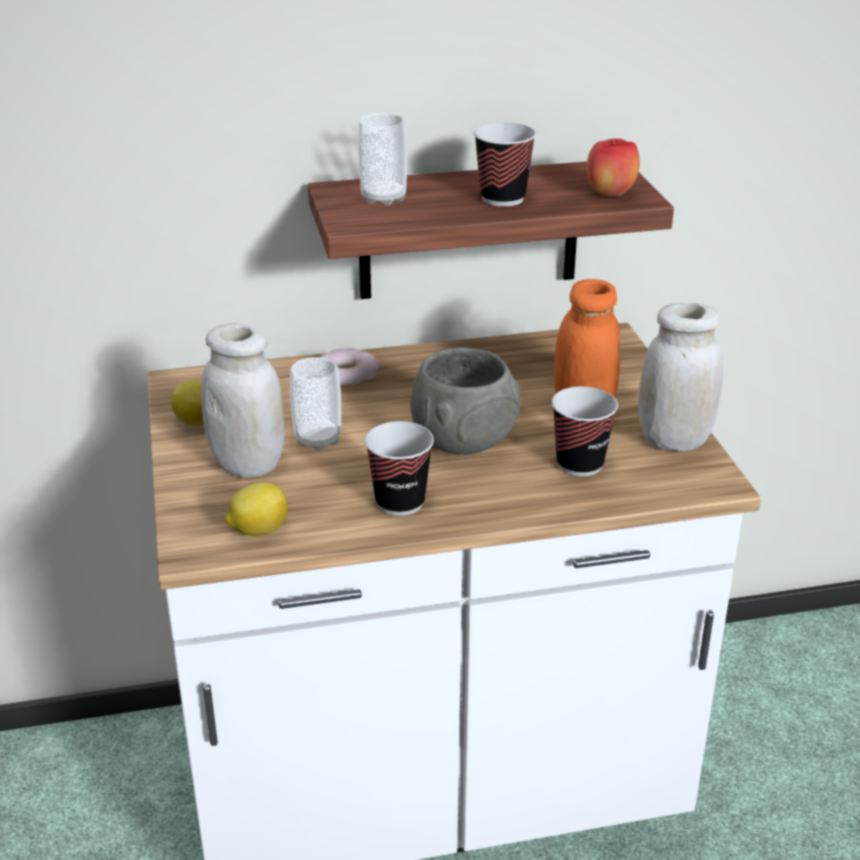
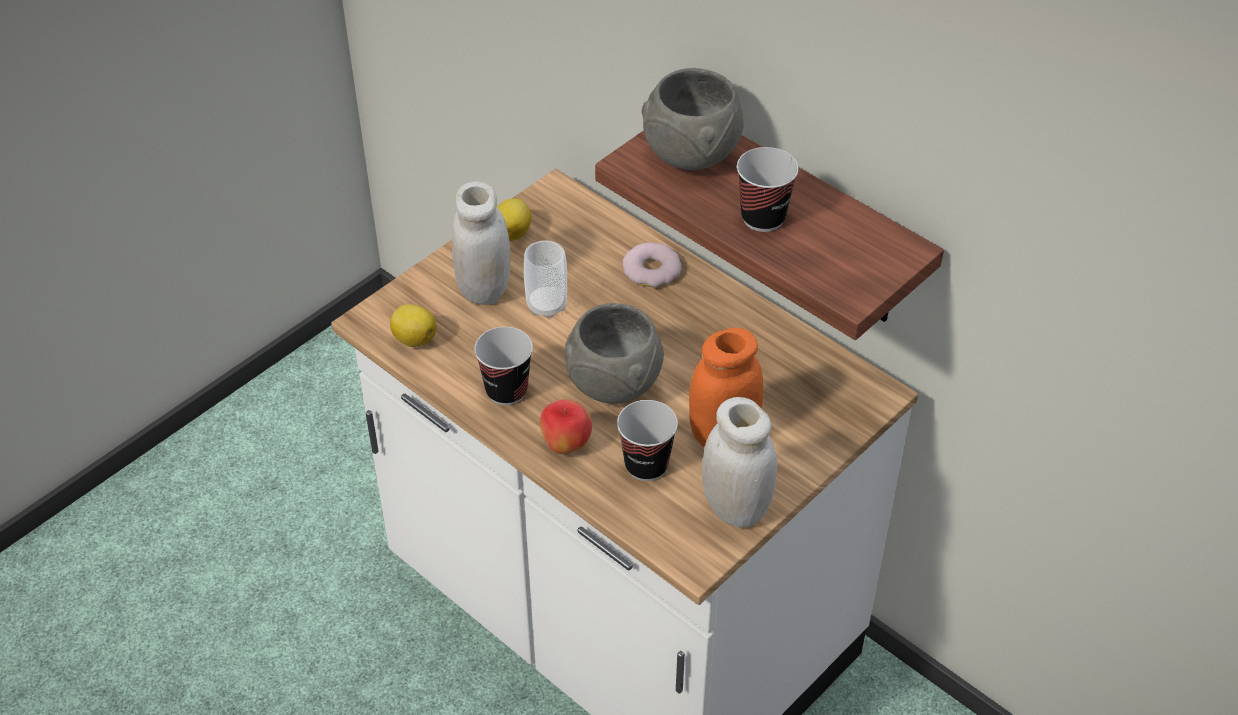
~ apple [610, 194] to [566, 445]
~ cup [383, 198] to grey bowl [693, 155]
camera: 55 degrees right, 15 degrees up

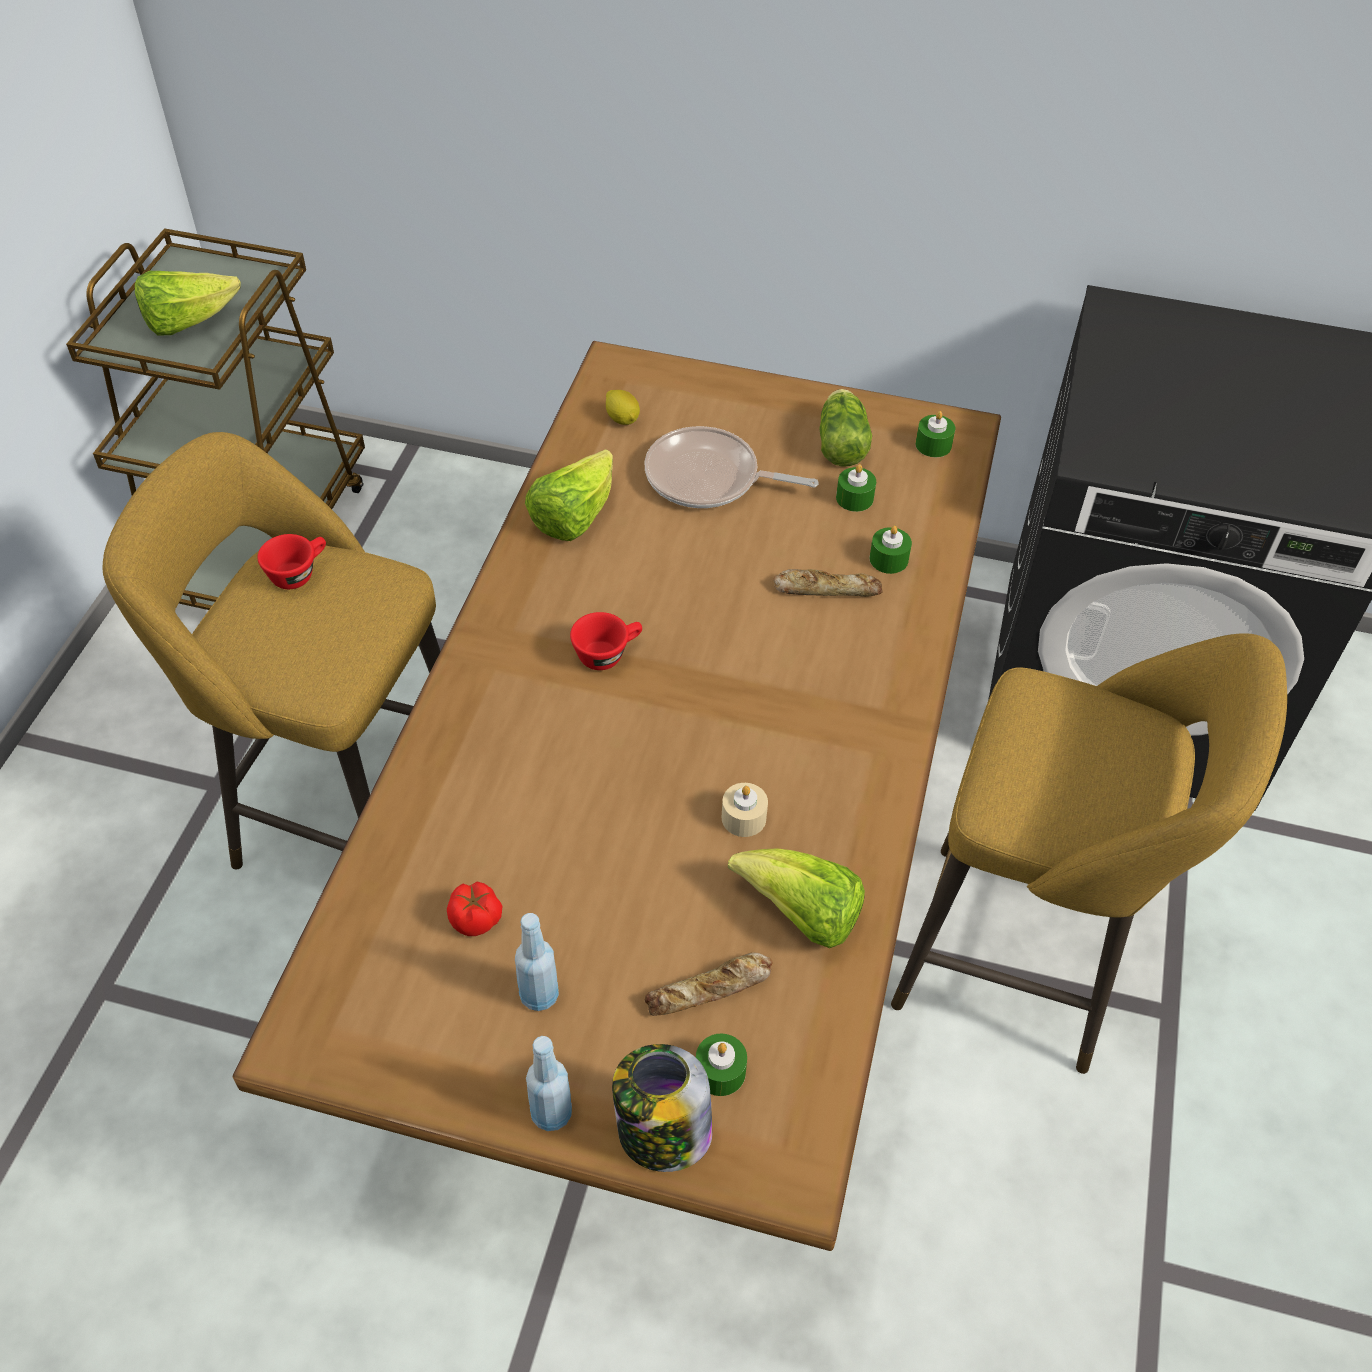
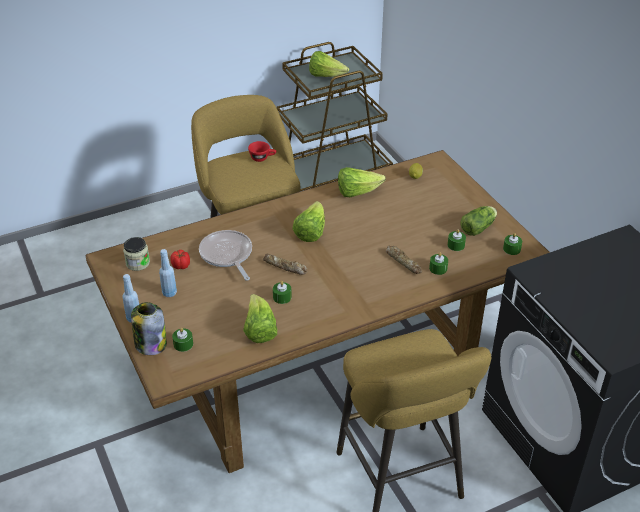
+ jar [138, 263]
~ frying pan [709, 478] to [227, 255]
~ bread [710, 990] to [285, 267]
~ beige candle [743, 818] to green candle [282, 297]
~ red cup [607, 653] to lettuce [310, 232]
camera: 50 degrees right, 10 degrees down

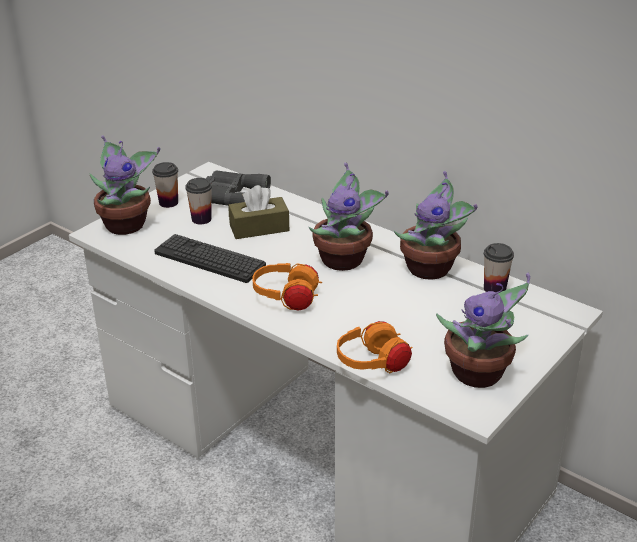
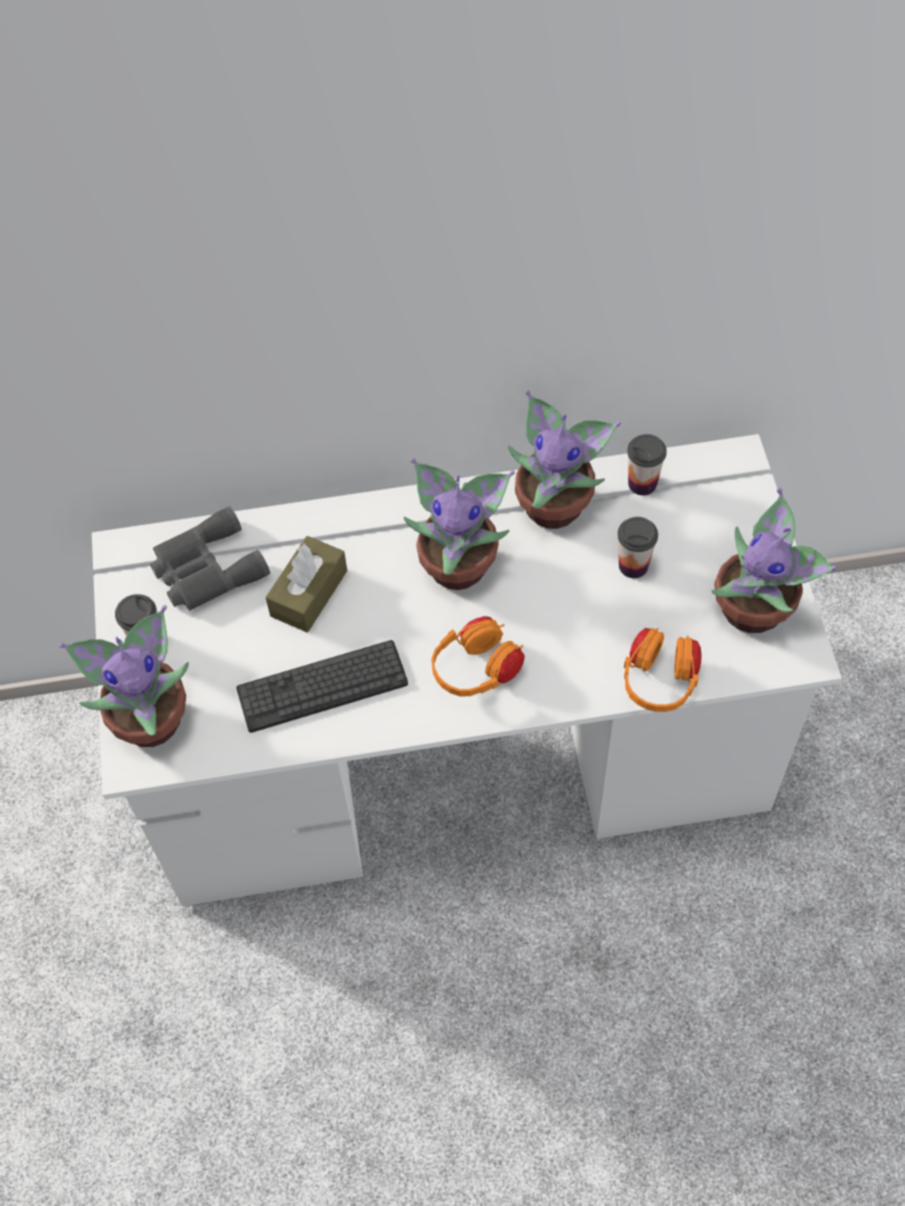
~ cup [201, 219] to [633, 565]
camera: 45 degrees left, 25 degrees up

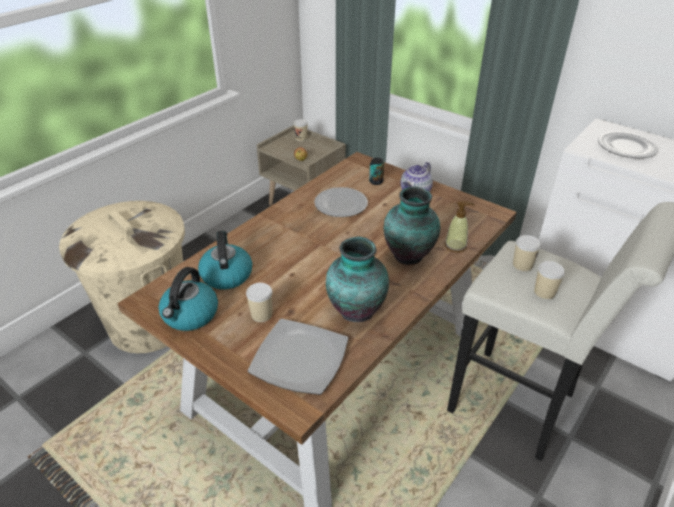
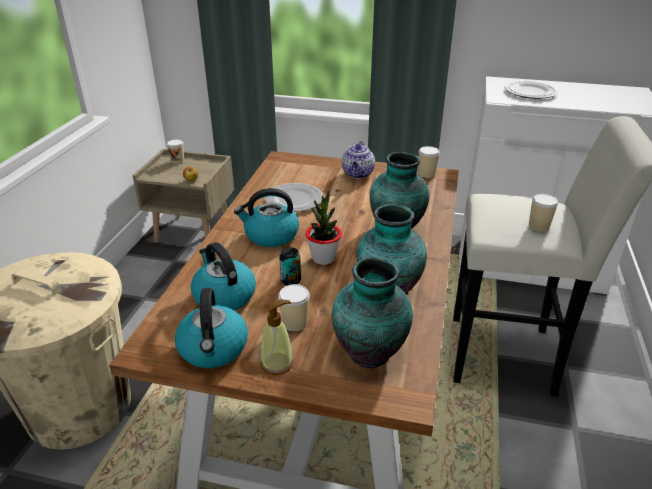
+ kettle [270, 235]
~ soap dispenser [455, 246] to [277, 363]
~ can [376, 181] to [290, 280]
+ potted plant [323, 258]
~ plate [300, 358] to vase [370, 351]
~ cup [522, 265] to [426, 174]
camera: 25 degrees left, 5 degrees down

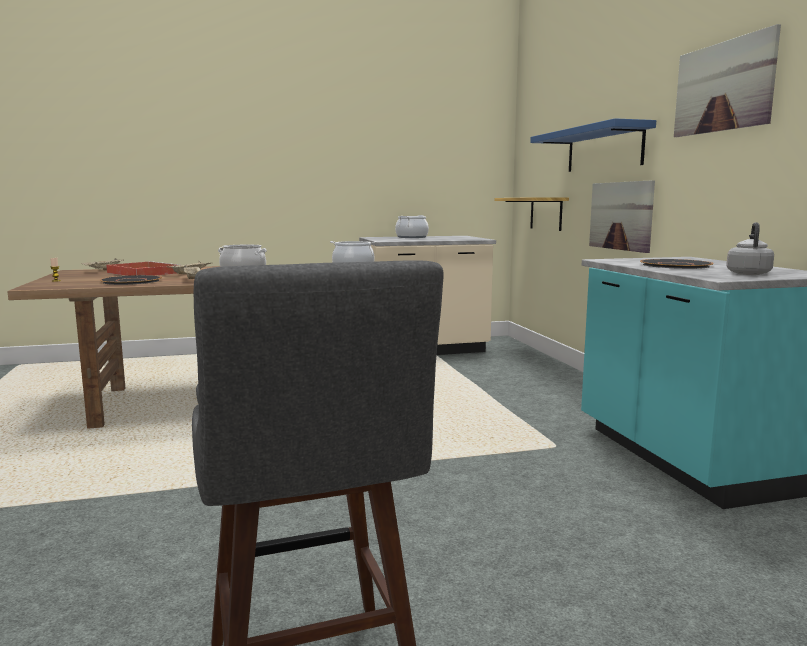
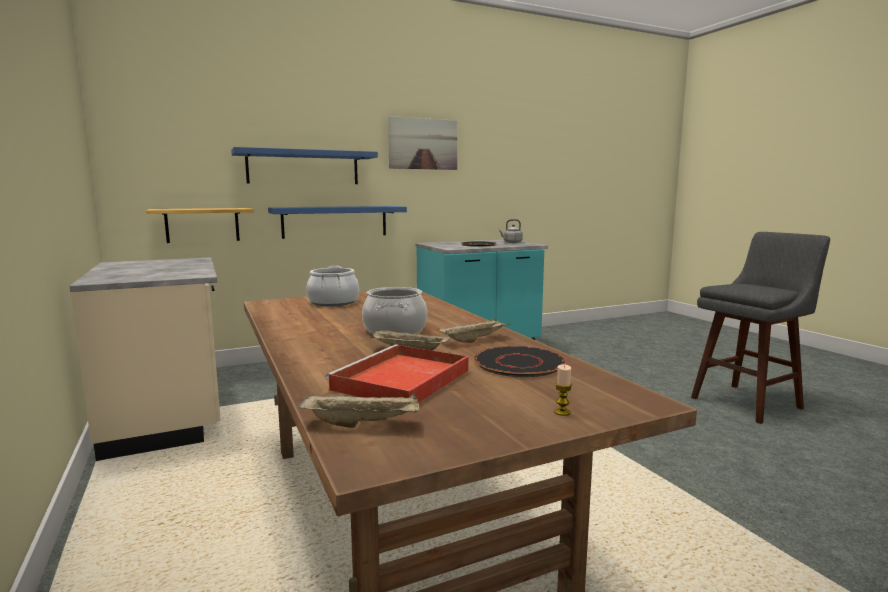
~ picture [620, 215] to blue shelf [335, 221]
- cooking pot [411, 237]
camera: 100 degrees left, 0 degrees up

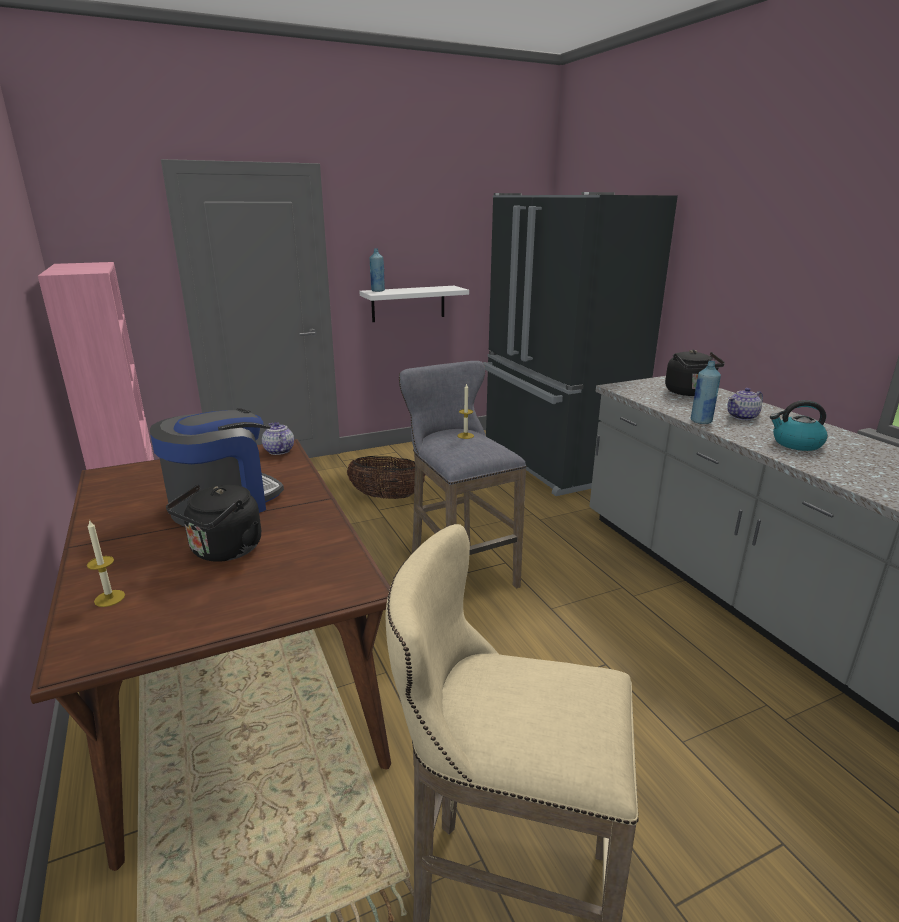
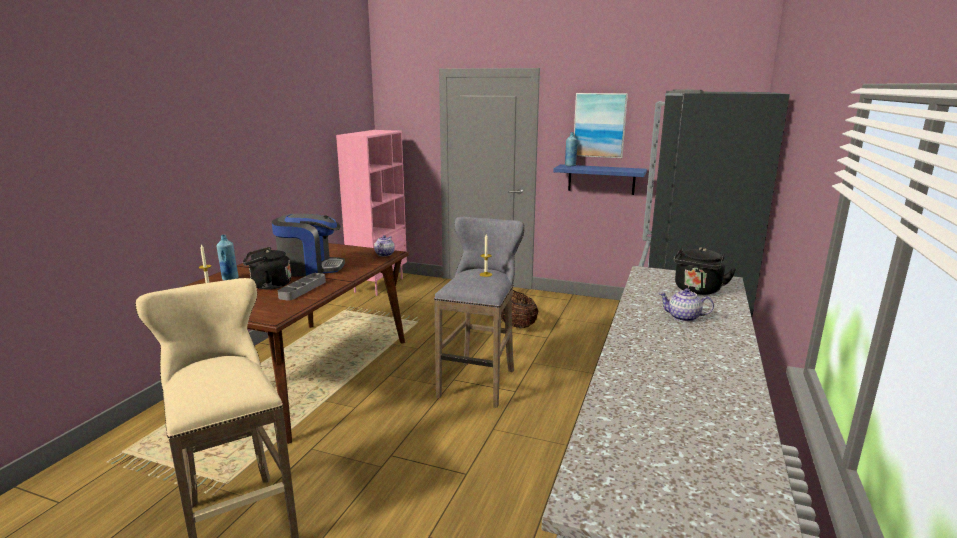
~ blue bottle [701, 421] to [230, 279]
+ grey tray [303, 289]
~ white shelf [408, 303] to blue shelf [601, 179]
+ picture [599, 125]
- kettle [796, 444]
camera: 45 degrees right, 5 degrees down

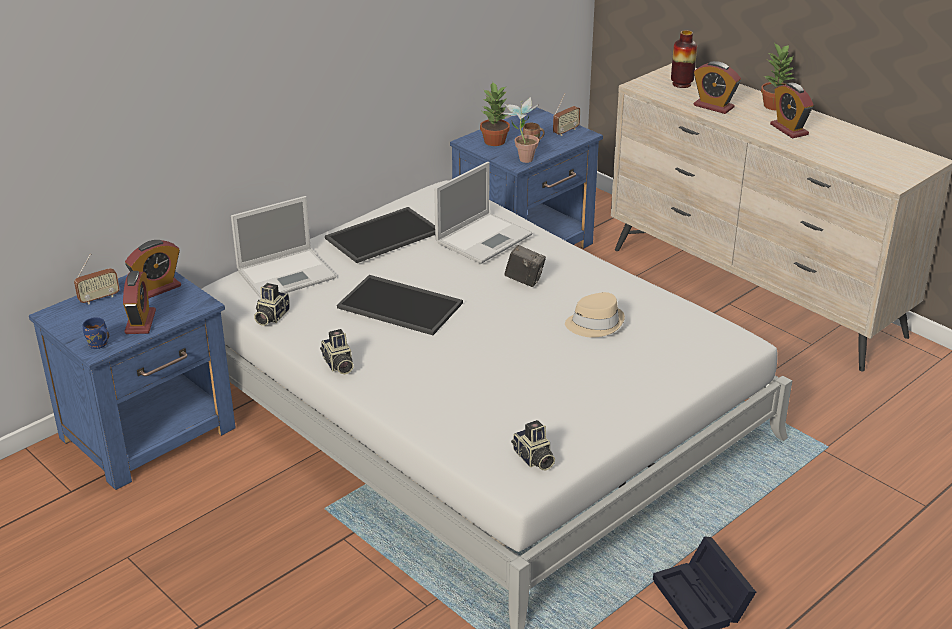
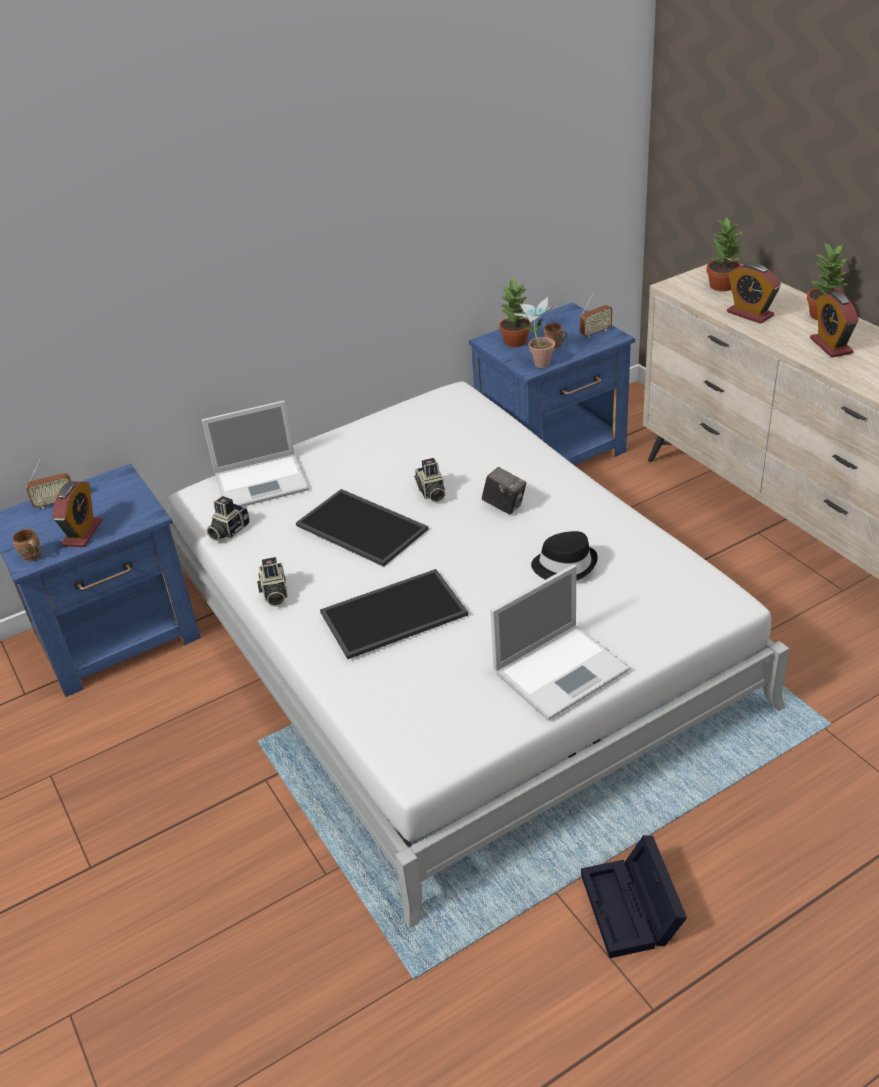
~ blue mug [98, 345] to brown mug [32, 557]
~ tray [383, 234] to [394, 612]
~ photo camera [533, 459] to [431, 493]
~ laptop [484, 238] to [562, 670]
~ beige hat [595, 324] to black hat [565, 565]
~ vase [681, 84] to potted plant [721, 285]
- alarm clock [157, 288]
camera: 15 degrees right, 5 degrees up

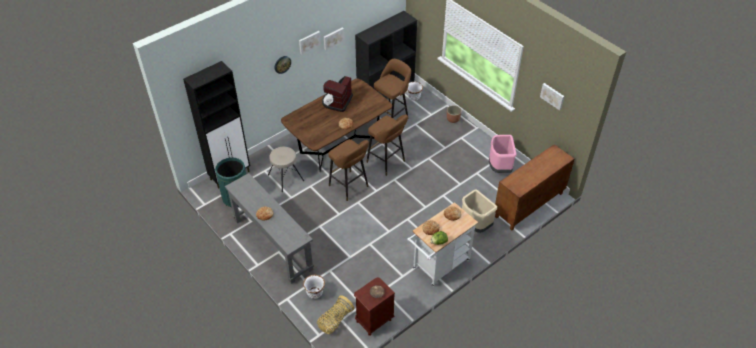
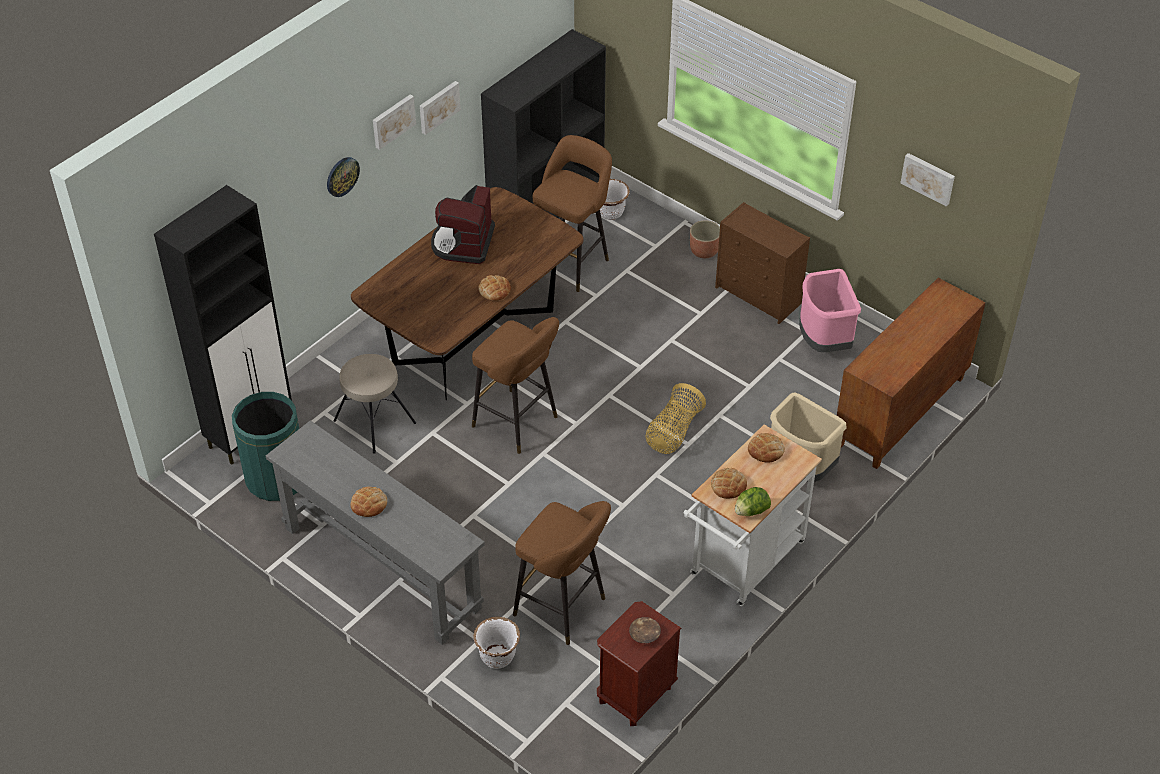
~ brown stool [387, 162] to [564, 609]
~ basket [335, 321] to [673, 432]
+ brown dresser [759, 296]
camera: 10 degrees left, 0 degrees up

